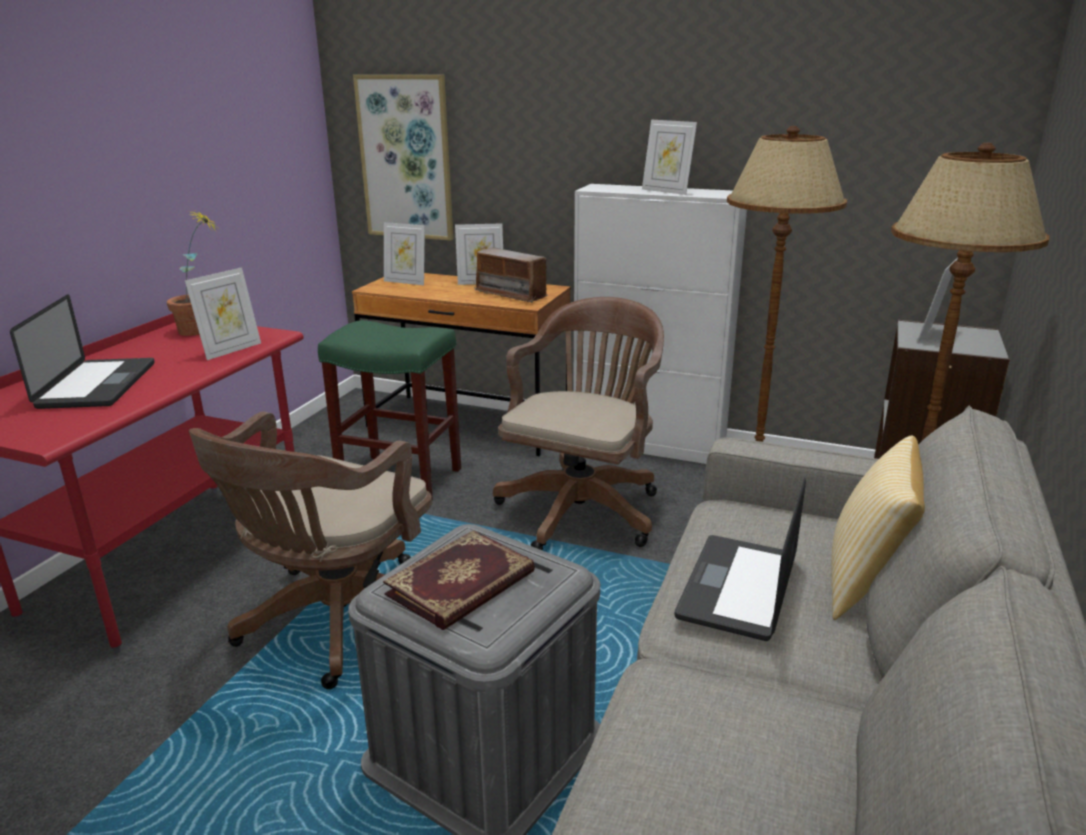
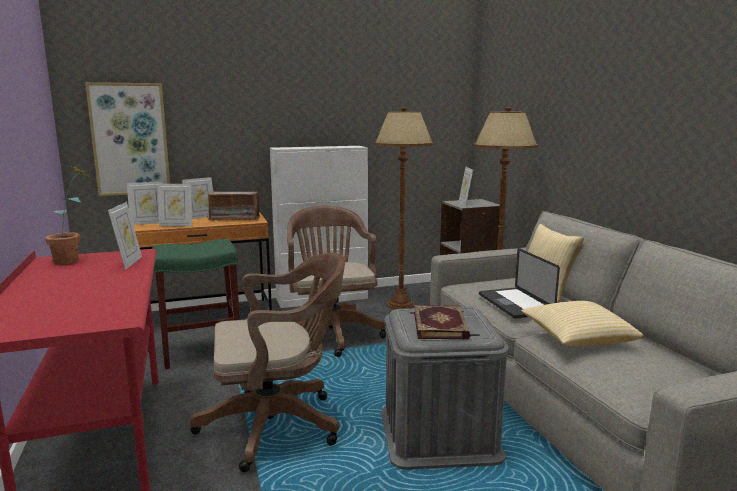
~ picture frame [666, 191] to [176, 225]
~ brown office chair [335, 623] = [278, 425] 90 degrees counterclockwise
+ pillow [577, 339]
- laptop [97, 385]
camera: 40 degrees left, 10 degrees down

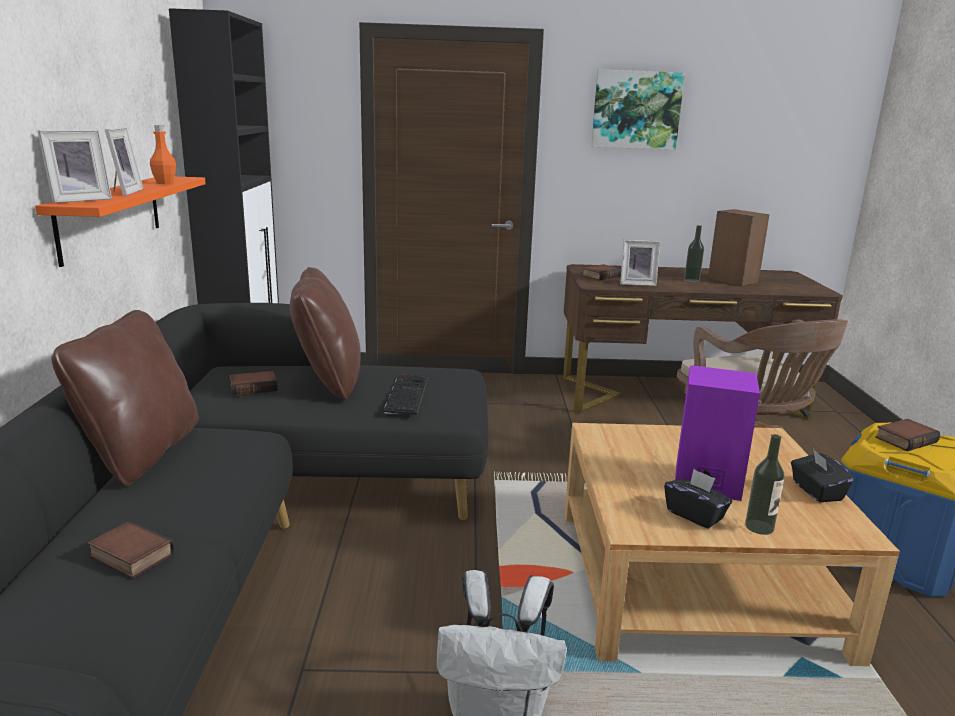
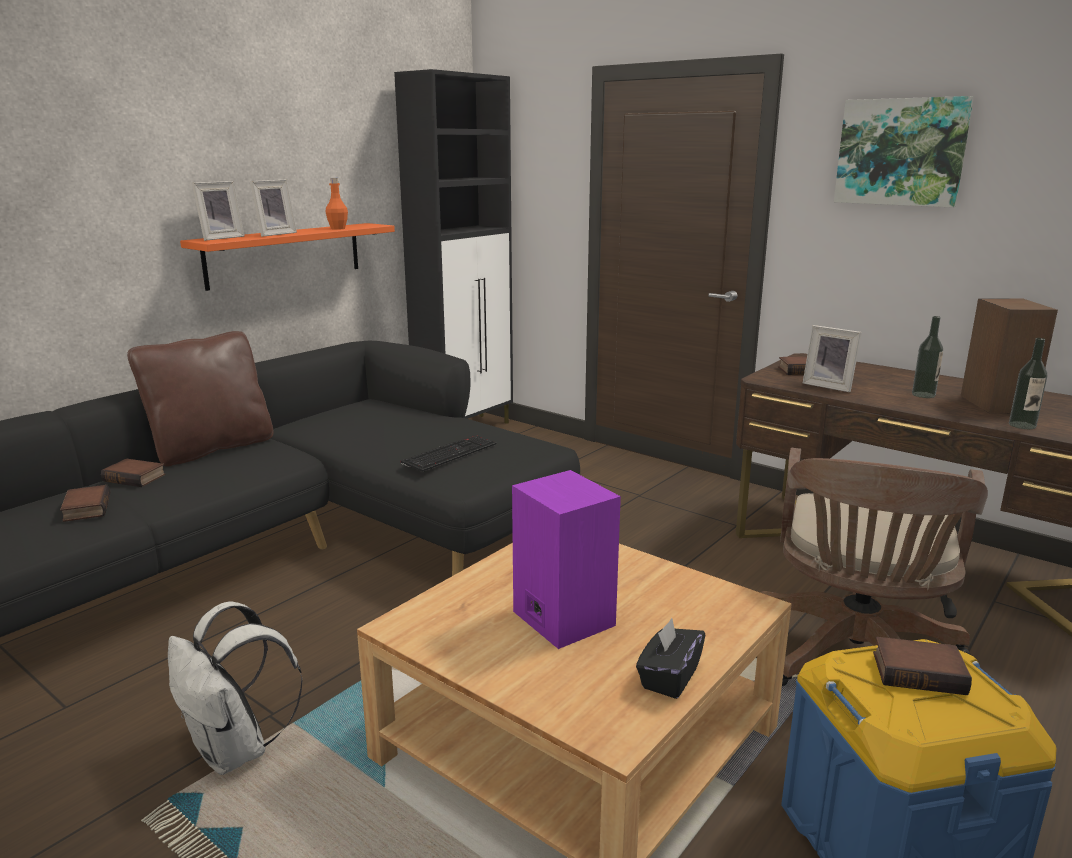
~ book [254, 387] to [136, 477]
~ picture frame [79, 200] = [219, 238] 45 degrees counterclockwise
~ bottle [759, 527] to [1022, 425]
- brown pillow [328, 381]
- black tissue box [695, 515]
camera: 40 degrees right, 0 degrees up

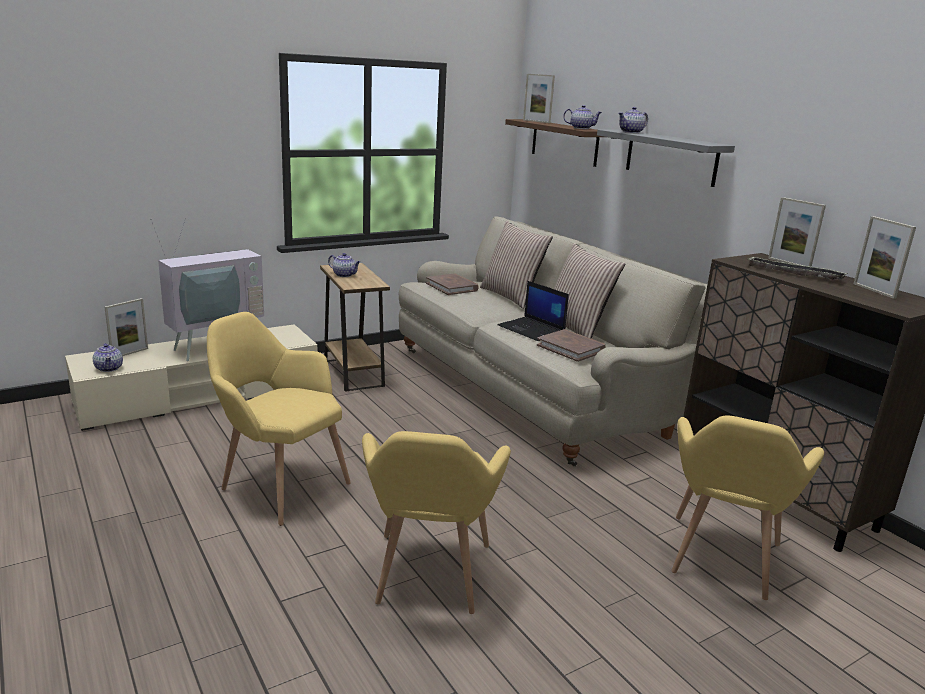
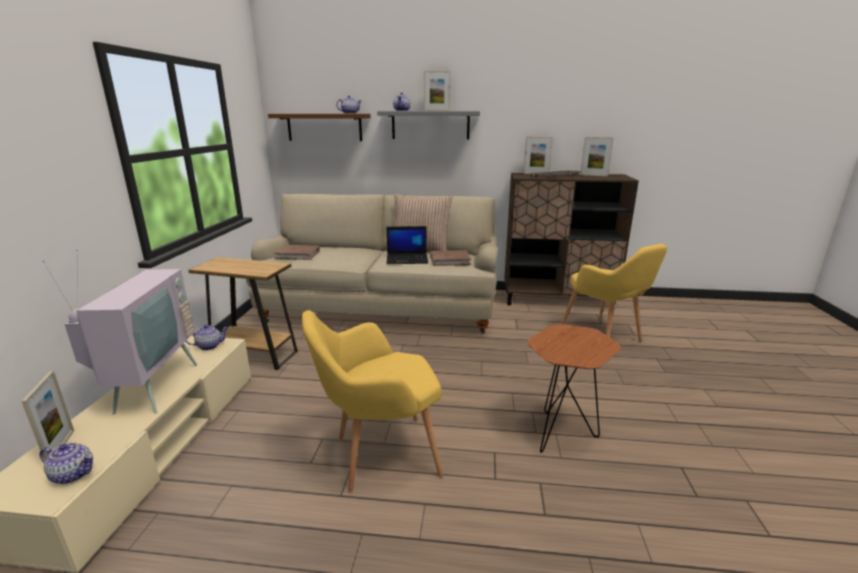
~ teapot [344, 275] to [210, 346]
~ picture frame [536, 121] to [436, 111]
~ yellow armchair [428, 579] to brown side table [562, 432]
- pillow [511, 296]
camera: 50 degrees left, 0 degrees up

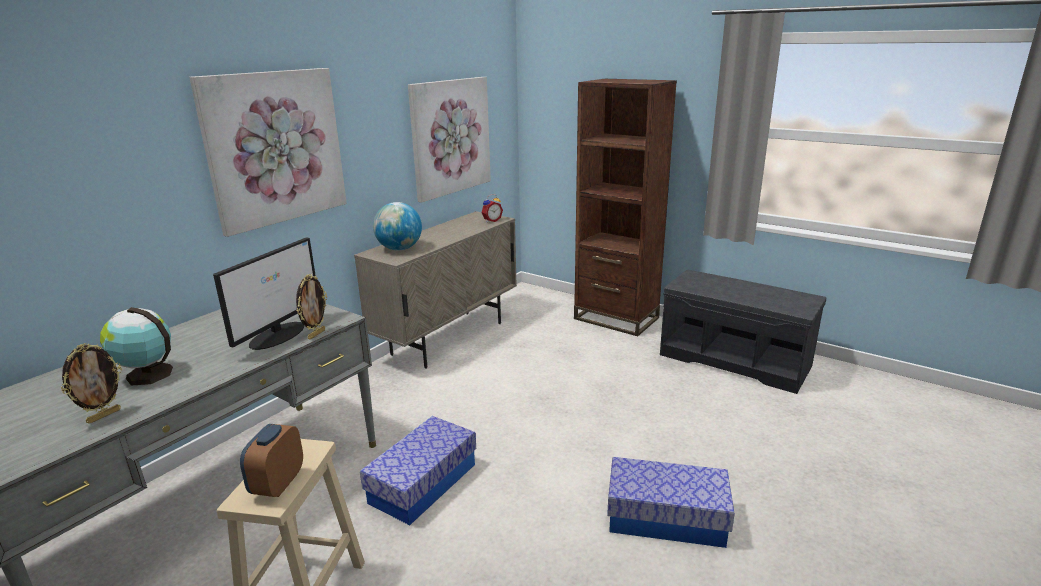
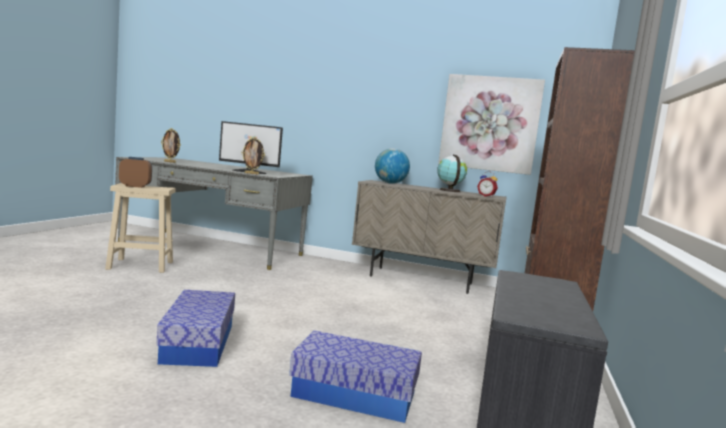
~ storage box [423, 483] to [354, 394]
~ globe [147, 374] to [449, 190]
- picture [275, 148]
camera: 70 degrees right, 15 degrees down

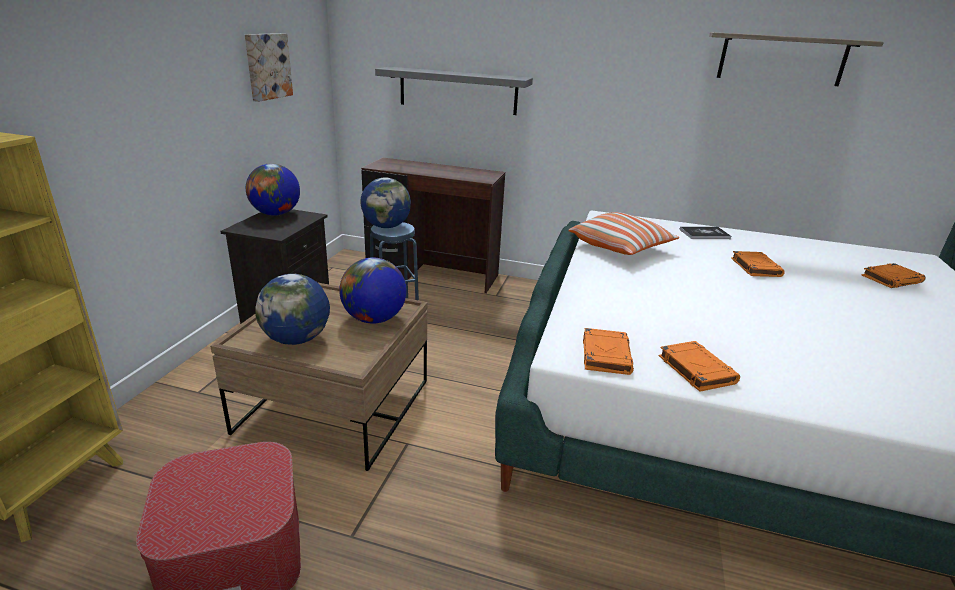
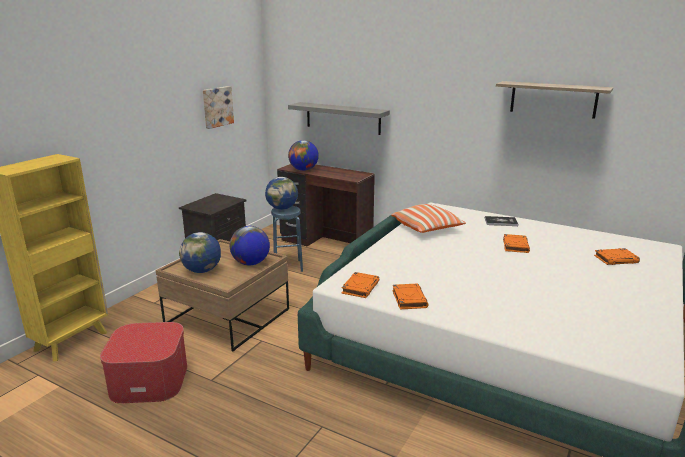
~ globe [276, 214] to [303, 170]
camera: 15 degrees right, 5 degrees down

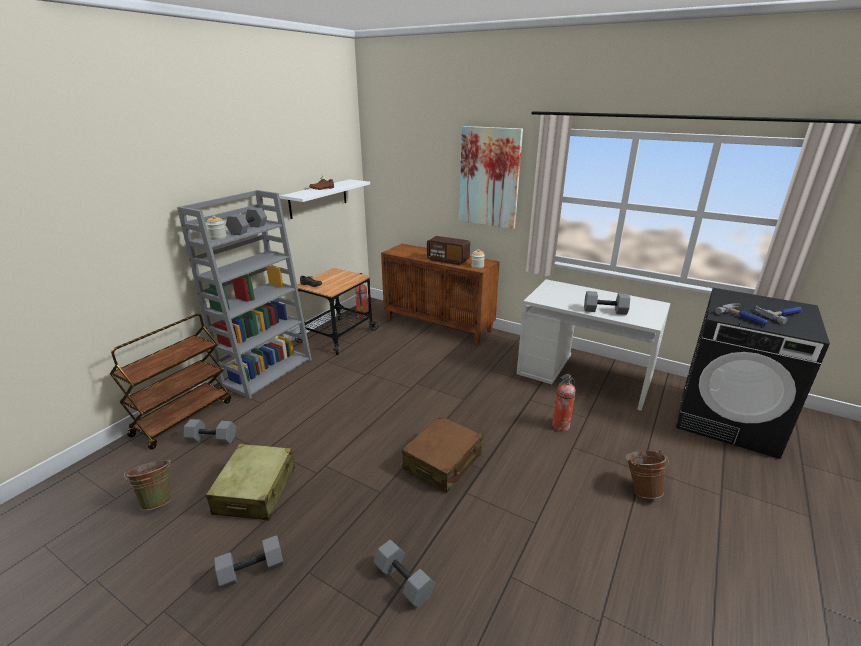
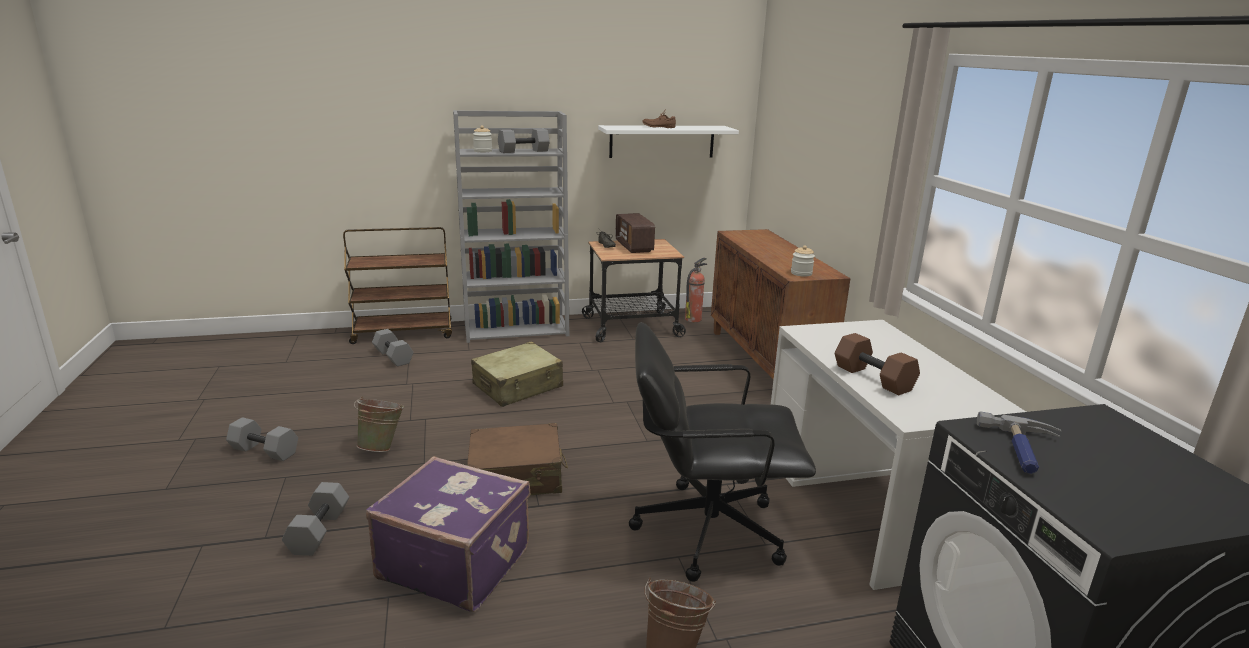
~ green bucket [158, 499] to [382, 447]
+ purple suitcase [455, 562]
~ beige suitcase [256, 490] to [518, 386]
~ radio [448, 260] to [634, 246]
~ fire extinguisher [560, 426] to black office chair [707, 529]
~ grey dumbbell [604, 311] to brown dumbbell [871, 378]
- picture [489, 177]
- hammer [780, 314]
camera: 45 degrees right, 5 degrees down

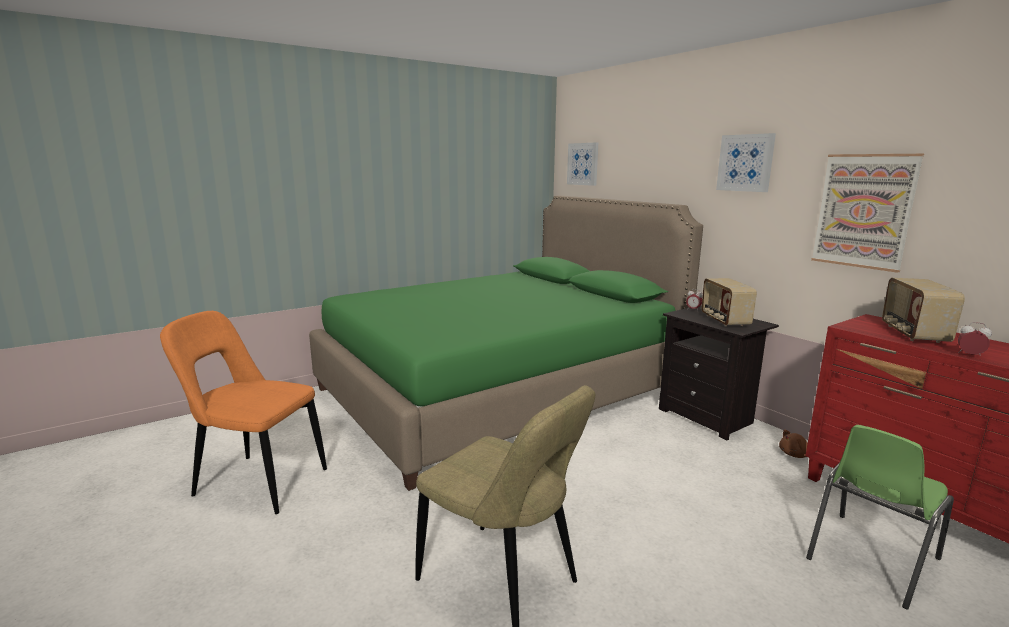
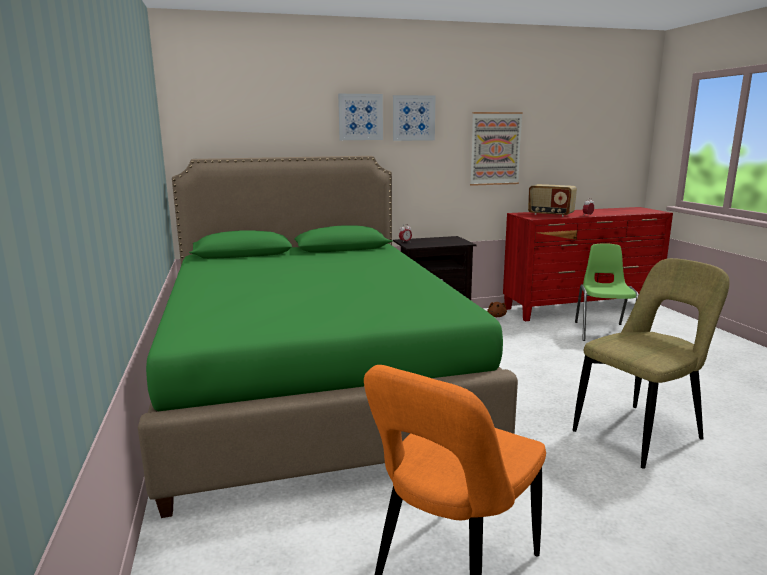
~ picture [583, 164] to [360, 117]
~ green chair [869, 558] = [603, 332] 150 degrees counterclockwise
- radio [724, 320]
camera: 70 degrees left, 0 degrees up

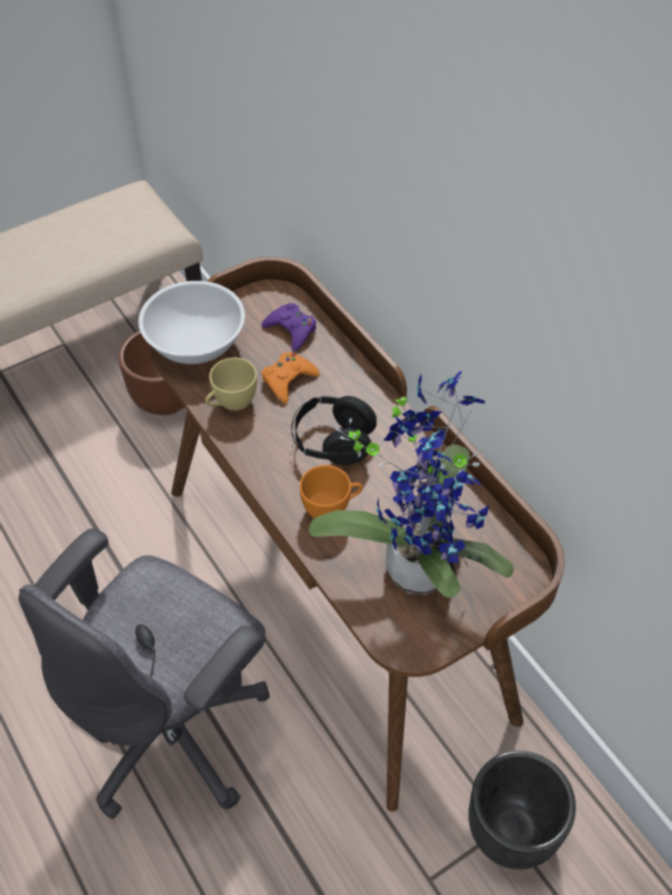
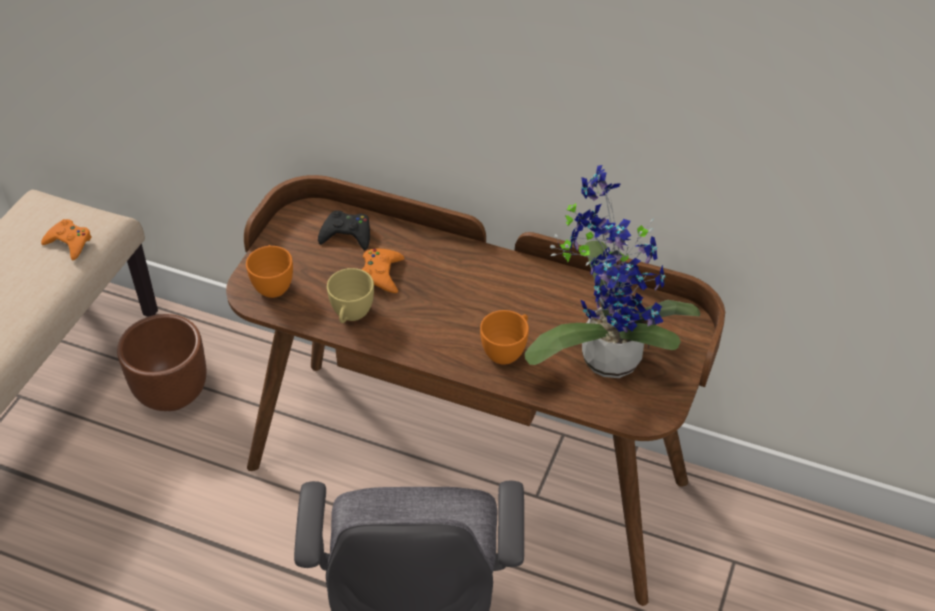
+ orange game controller [69, 243]
~ white bowl [195, 343] to orange cup [273, 284]
~ purple game controller [291, 330] to black game controller [347, 235]
- black headphones [333, 443]
- black planter [512, 833]
camera: 35 degrees left, 5 degrees down

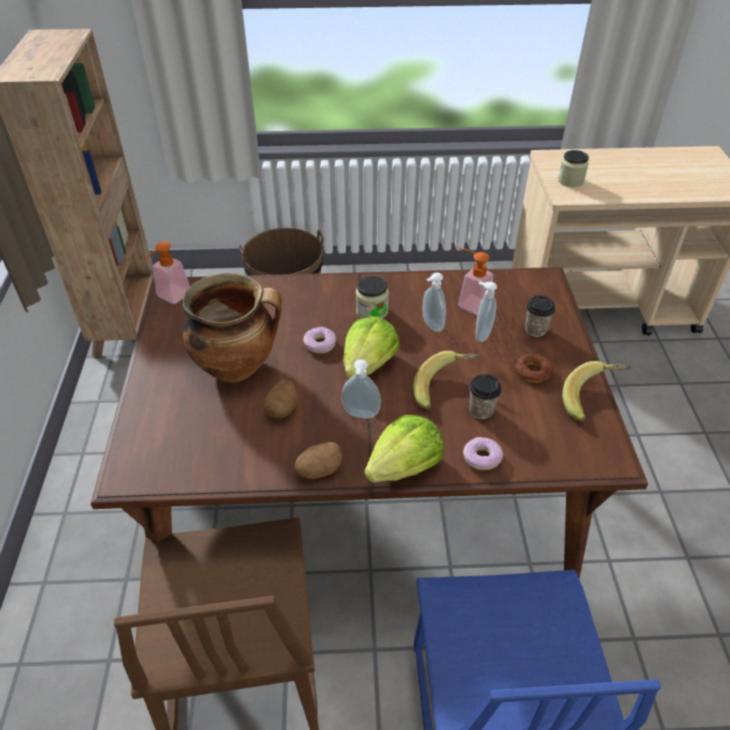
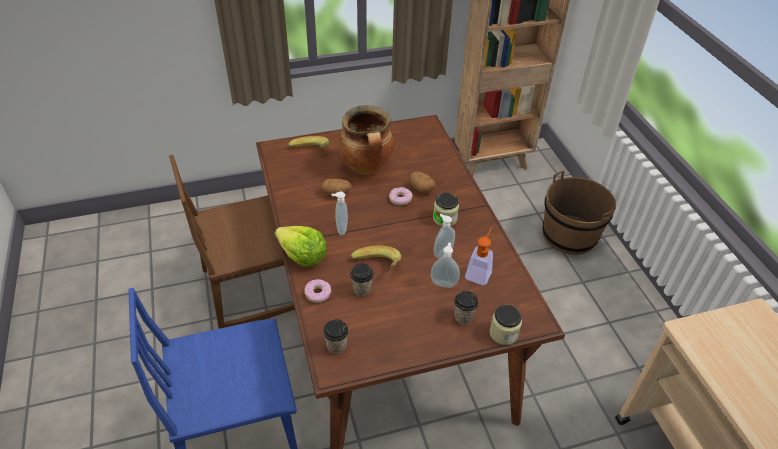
~ banana [593, 400] to [310, 153]
+ cup [336, 346]
~ potato [319, 470] to [421, 189]
~ jar [570, 180] to [503, 333]
- soap dispenser [170, 297]
- lettuce [368, 364]
- donut [533, 371]
camera: 75 degrees right, 0 degrees up

